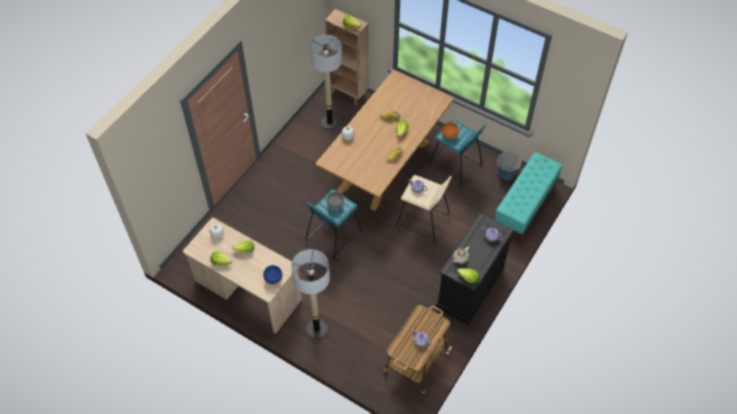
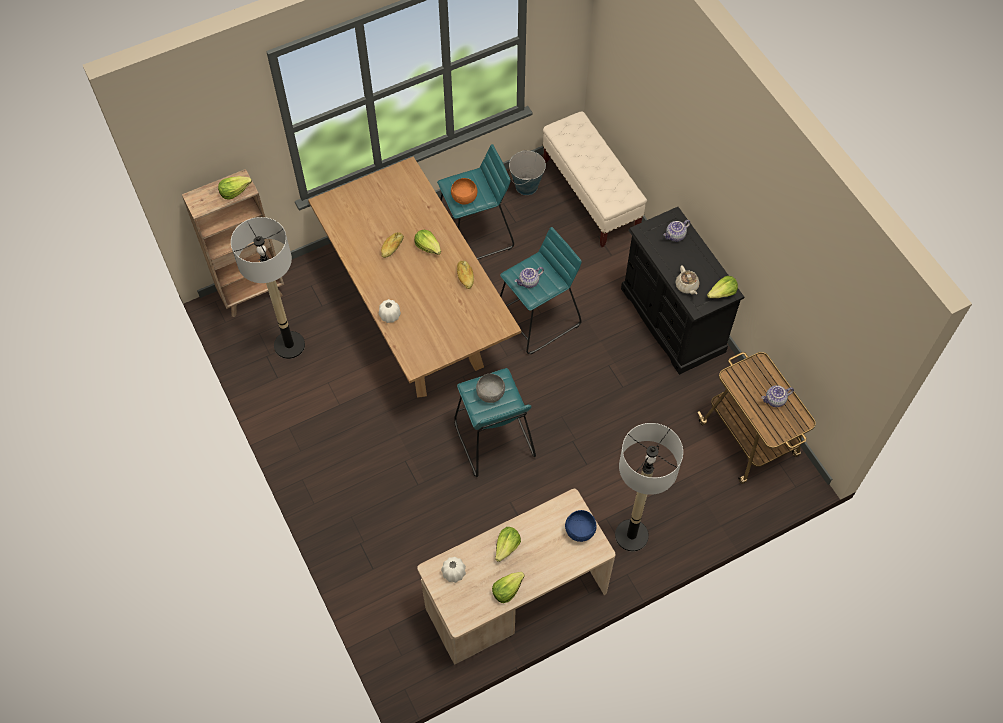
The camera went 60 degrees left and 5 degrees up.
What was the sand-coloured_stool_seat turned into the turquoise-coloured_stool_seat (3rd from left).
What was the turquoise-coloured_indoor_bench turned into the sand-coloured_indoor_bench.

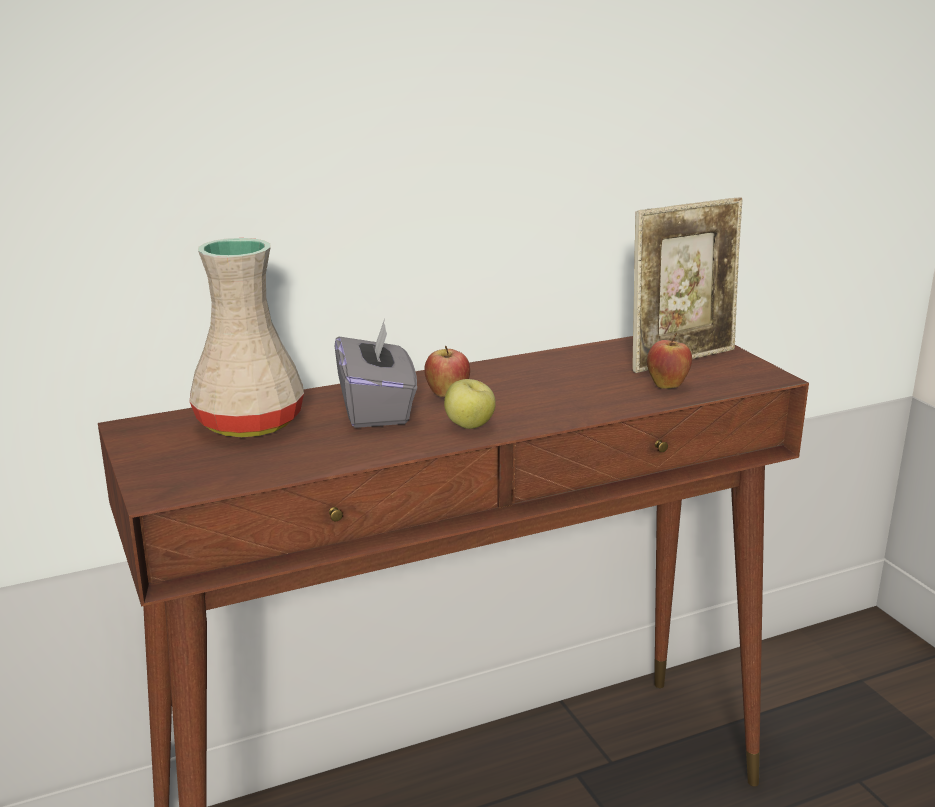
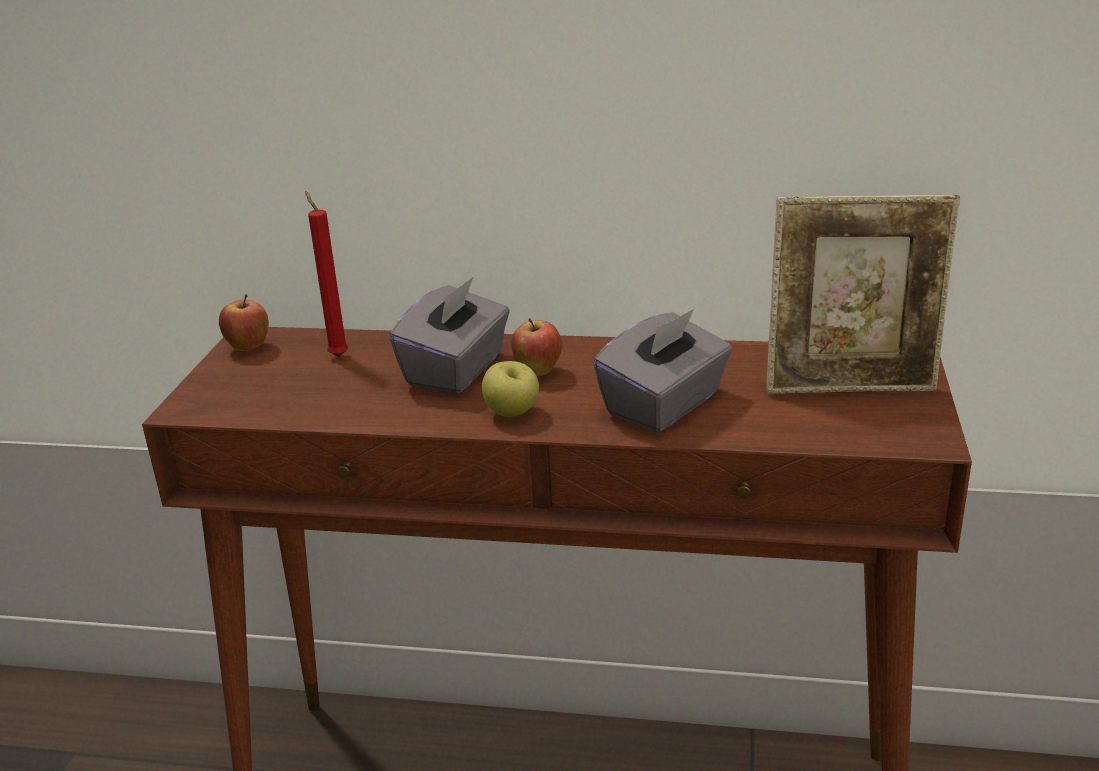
The camera went 35 degrees right and 5 degrees up.
The second view gained the grey_tissue_holder (2nd from left).
The apple_fruit (3rd from left in the first image) ended up elsewhere.
Where the sand-coloured_decorative_vase stood, the red-coloured_candle came to stand.

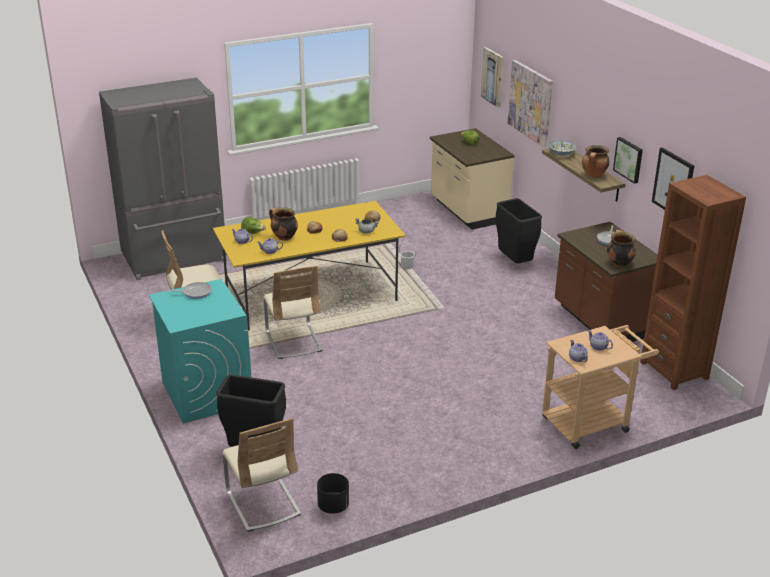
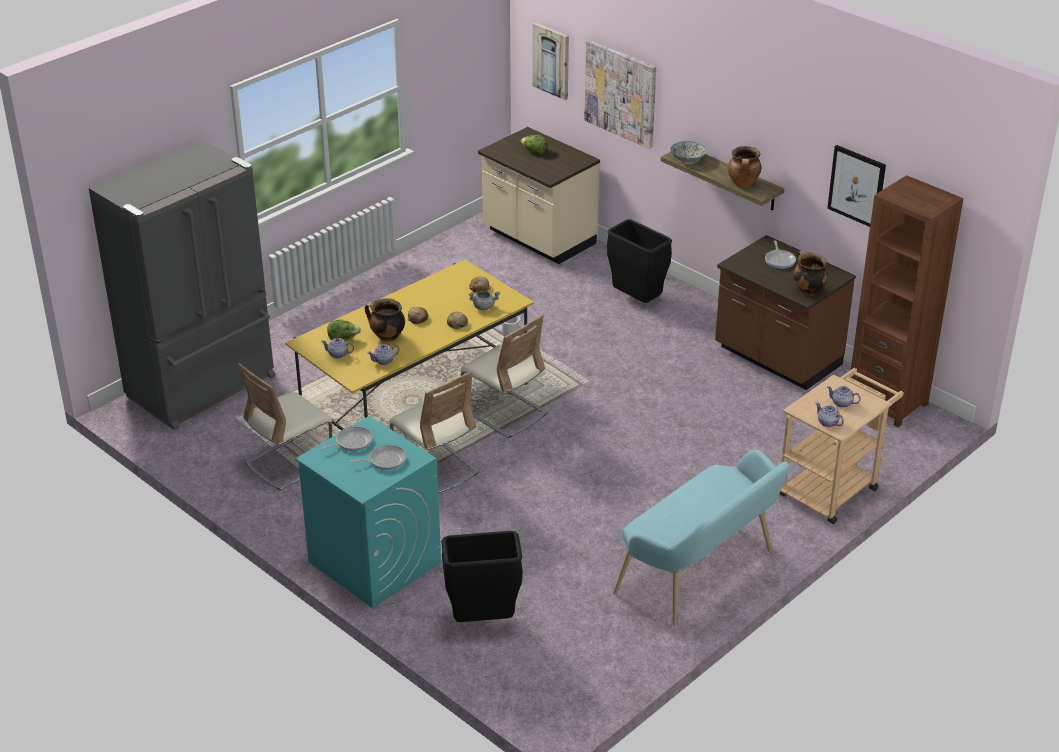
The camera went 20 degrees left and 5 degrees up.
The second view lost the black-coloured_flower_pot.
The second view lost the picture (3rd from left).
The second view gained the pan (2nd from left).
The second view gained the turquoise-coloured_indoor_bench.
The sand-coloured_upright_chair (2nd from left in the first image) ended up elsewhere.

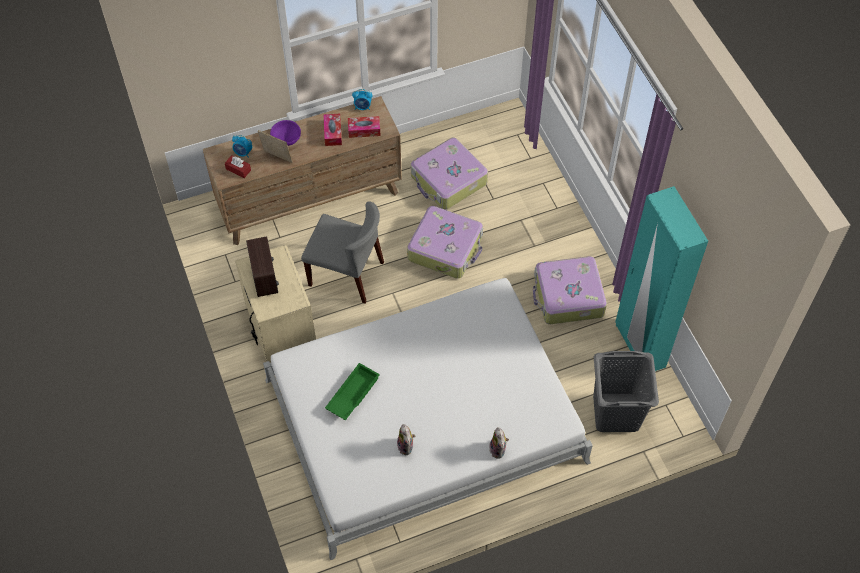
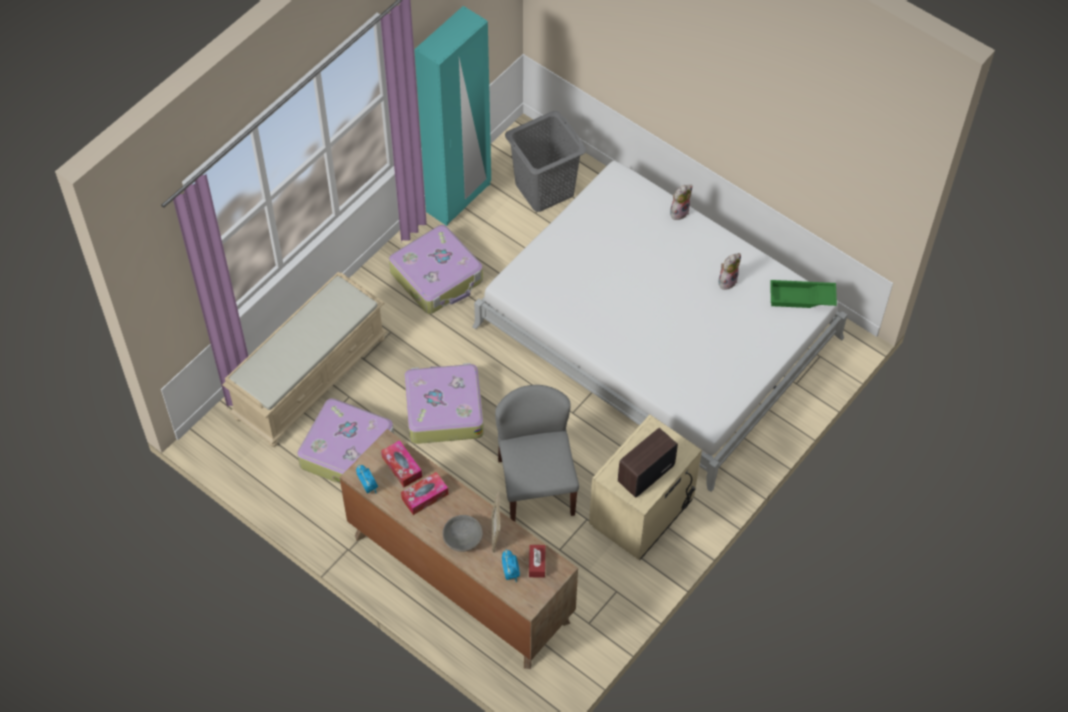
The camera went 120 degrees left and 0 degrees up.
The second view gained the sand-coloured_indoor_bench.
The green-coloured_tray ended up elsewhere.
What was the purplish_deep_dish turned into the grey_deep_dish.

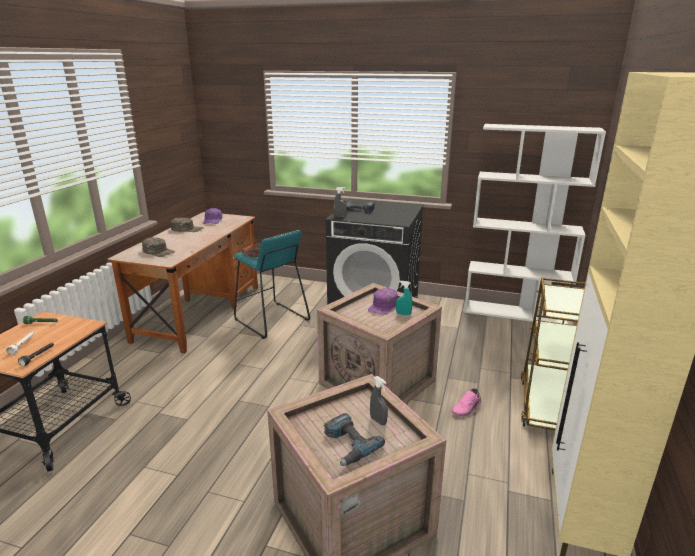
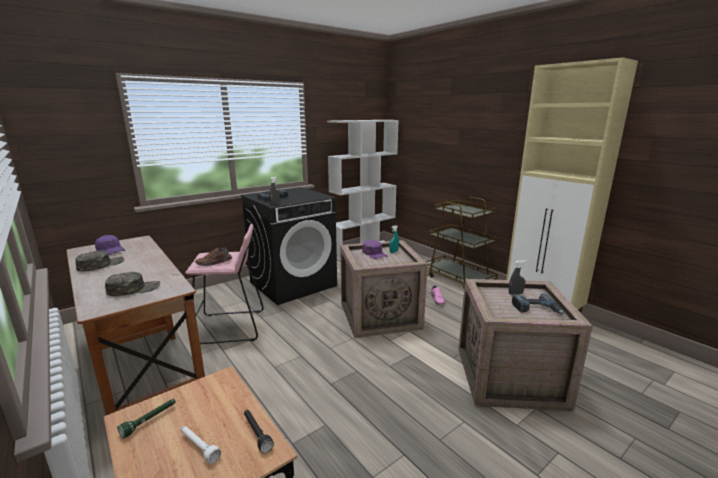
The camera went 55 degrees left and 5 degrees down.
What was the turquoise-coloured_stool_seat turned into the pink_stool_seat.

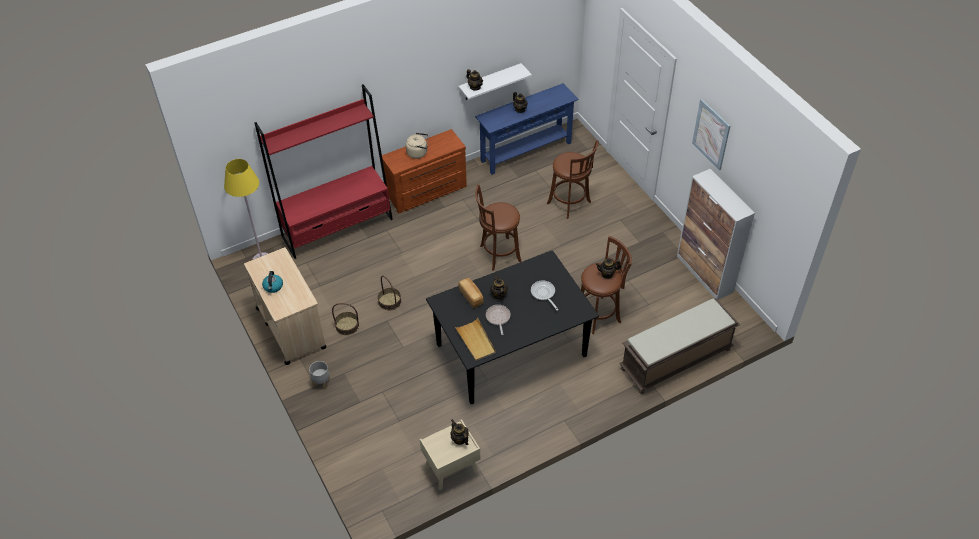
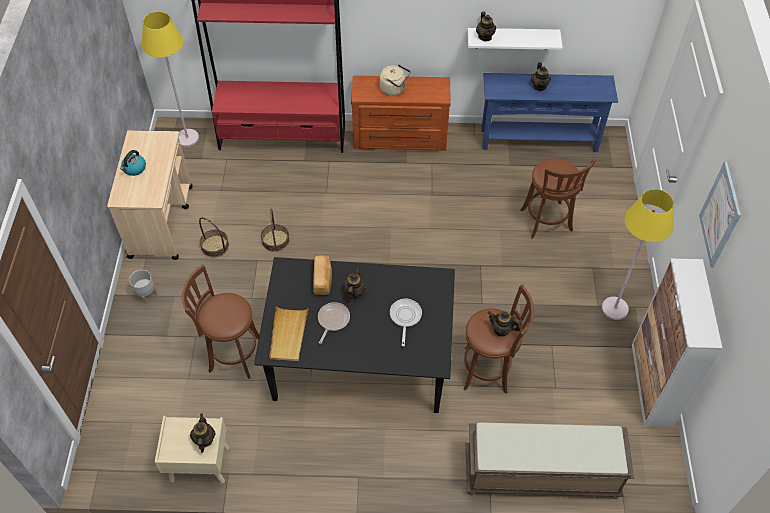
The camera went 30 degrees right and 5 degrees up.
The second view gained the yellow_floor_lamp (2nd from left).
The brown-coloured_stool_seat (1st from left) ended up elsewhere.

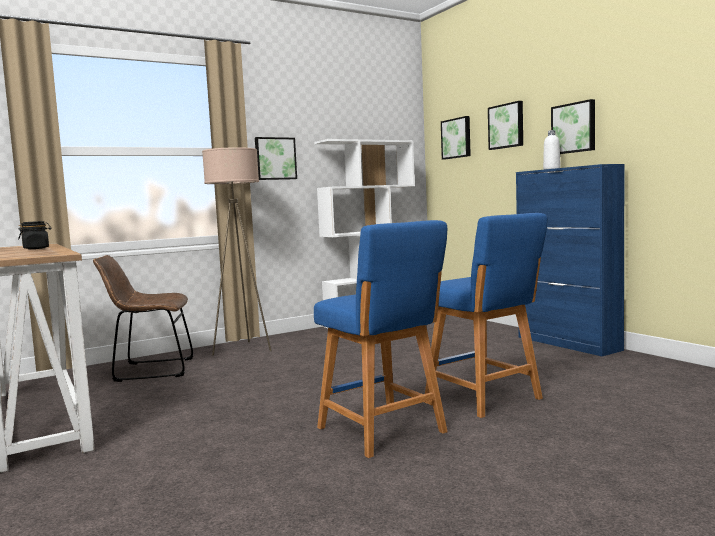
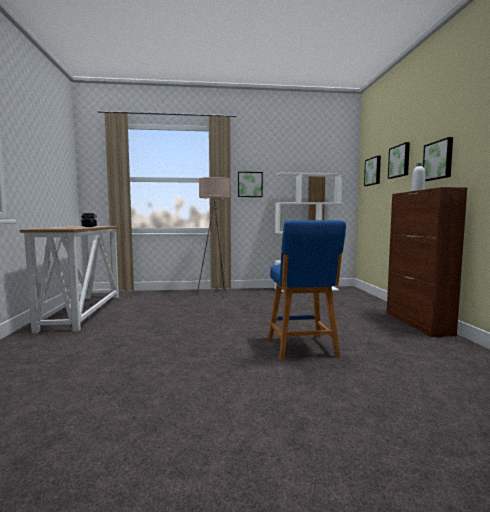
The camera went 25 degrees right and 0 degrees up.
The second view lost the brown-coloured_upright_chair.
The second view lost the blue-coloured_stool_seat (1st from left).
What was the blue-coloured_storage_cabinet turned into the brown-coloured_storage_cabinet.

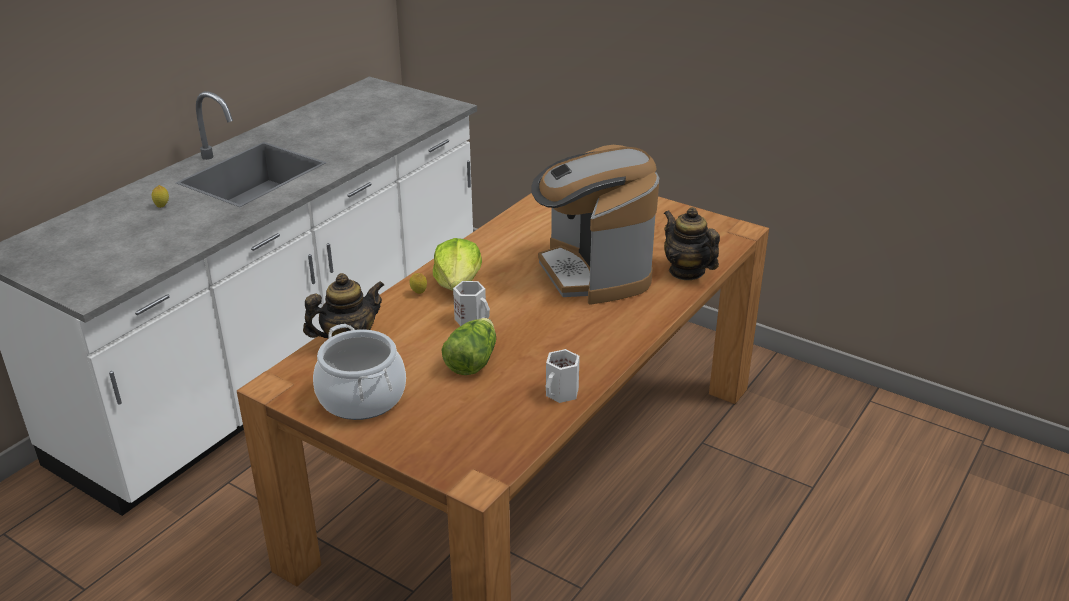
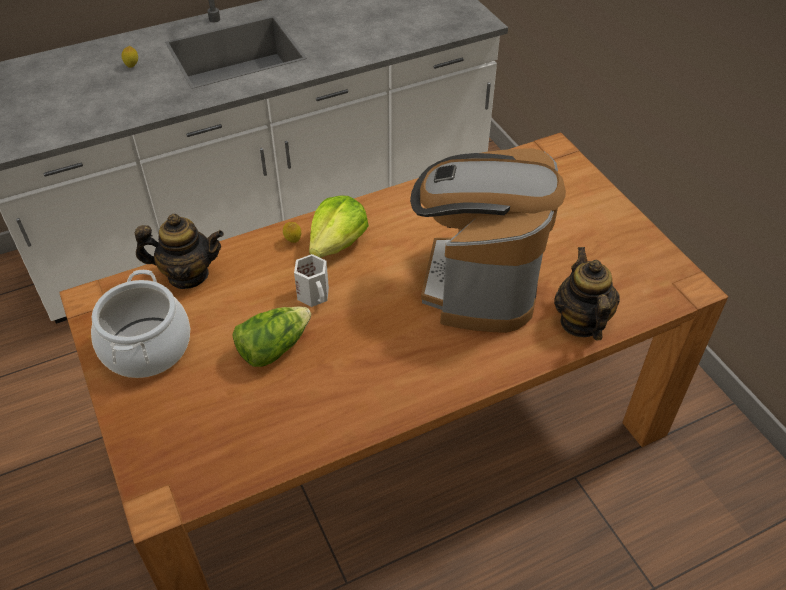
The camera went 30 degrees right and 15 degrees up.
The second view lost the whitish_coffee_mug (2nd from left).

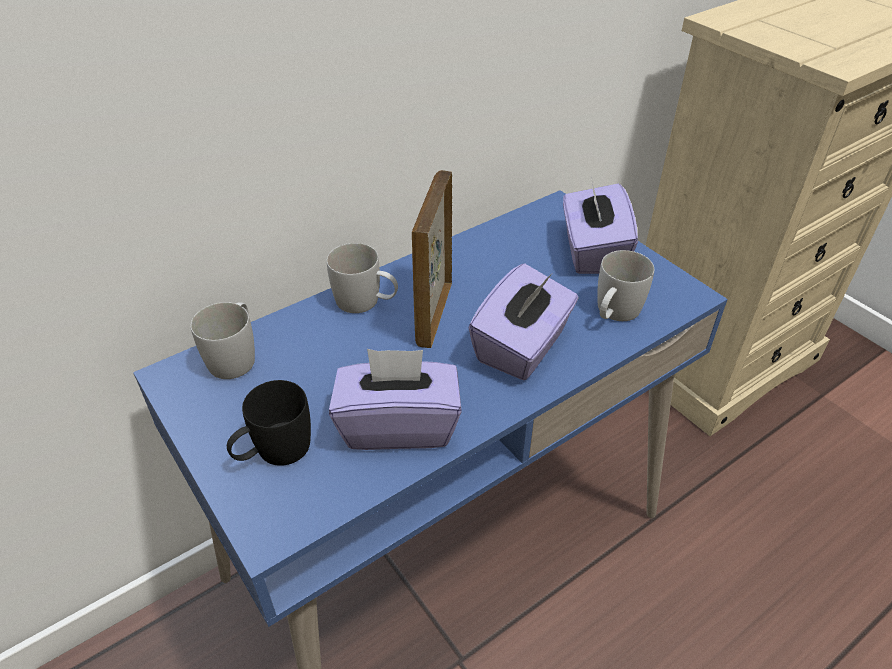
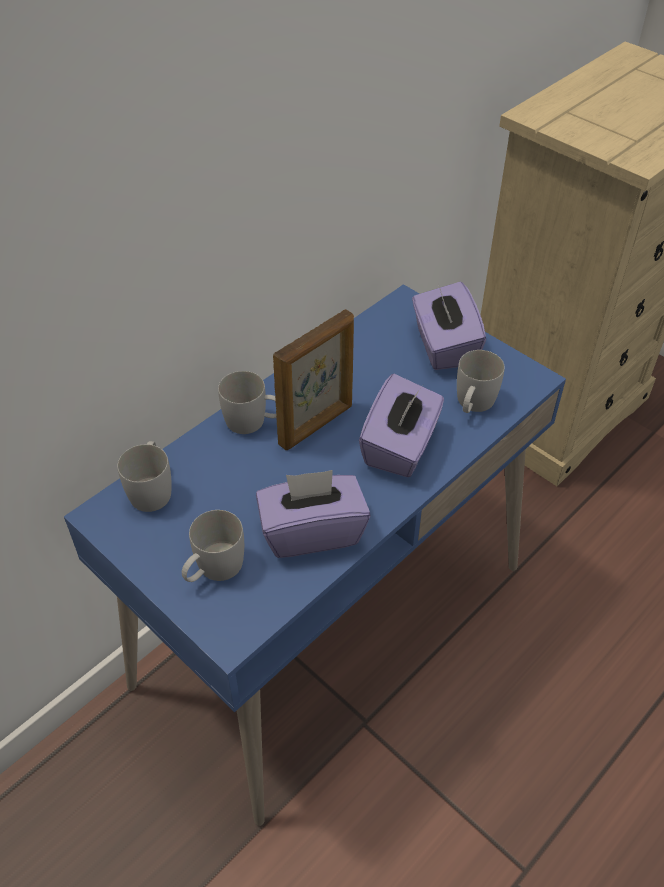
The camera went 10 degrees left and 5 degrees up.
What was the black-coloured_coffee_mug turned into the whitish_coffee_mug (2nd from left).
The standing_frame ended up facing another way, 135 degrees counterclockwise from before.

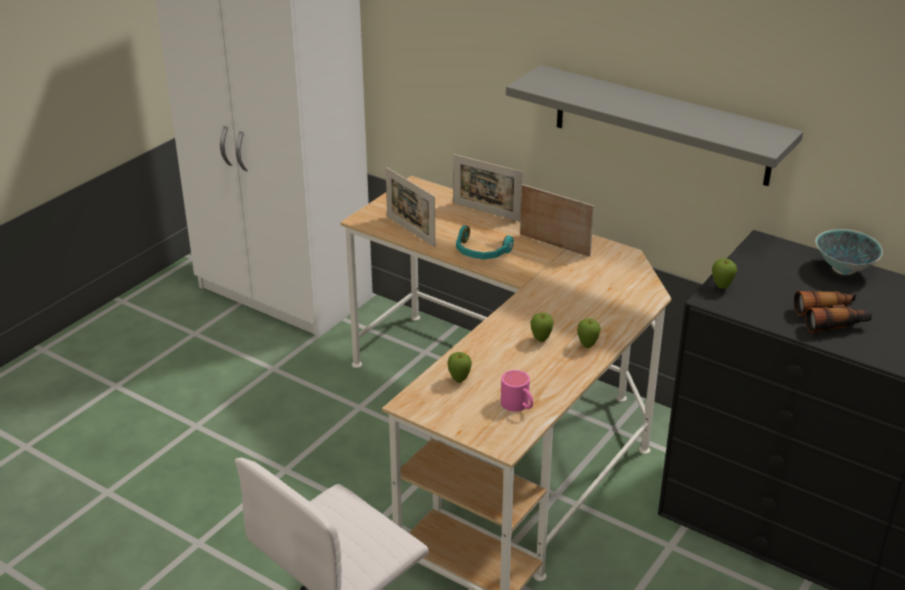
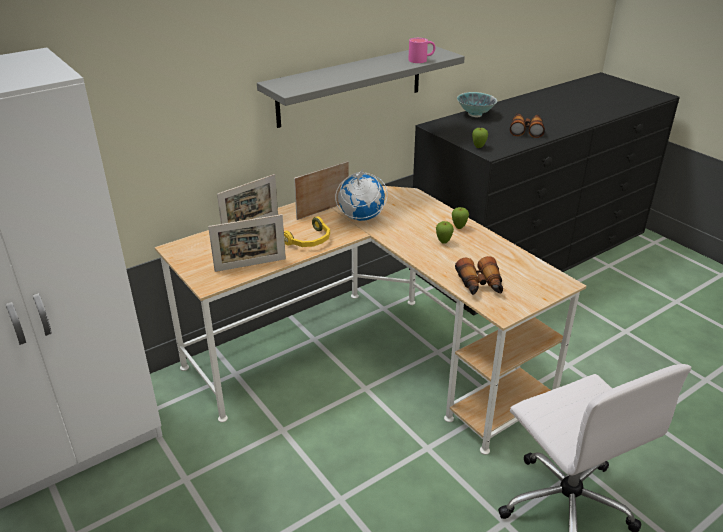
The camera went 70 degrees left and 0 degrees up.
The second view gained the world_globe.
The pink_coffee_mug ended up elsewhere.
Where the apple_fruit (1st from left) stood, the field_glasses (1st from left) came to stand.
What was the turquoise-coloured_headset turned into the yellow_headset.

